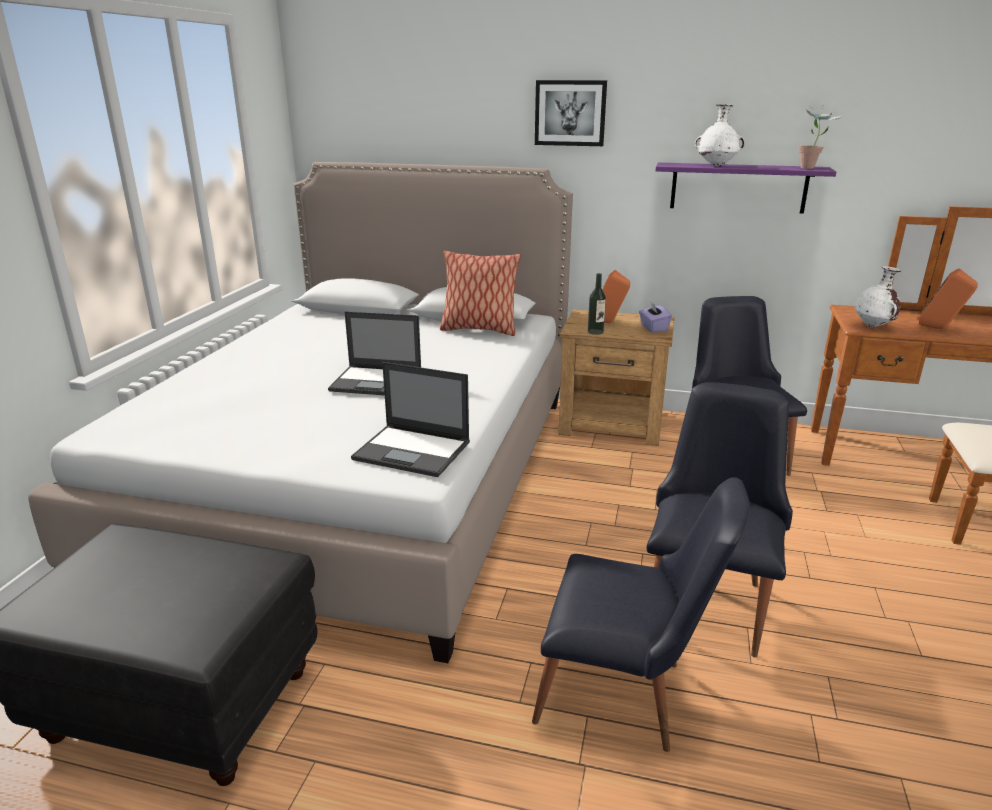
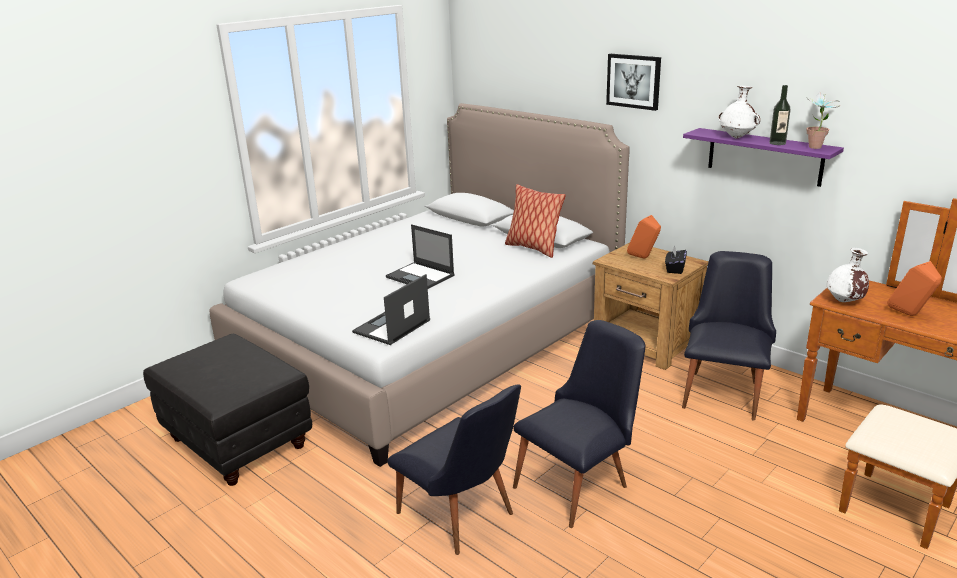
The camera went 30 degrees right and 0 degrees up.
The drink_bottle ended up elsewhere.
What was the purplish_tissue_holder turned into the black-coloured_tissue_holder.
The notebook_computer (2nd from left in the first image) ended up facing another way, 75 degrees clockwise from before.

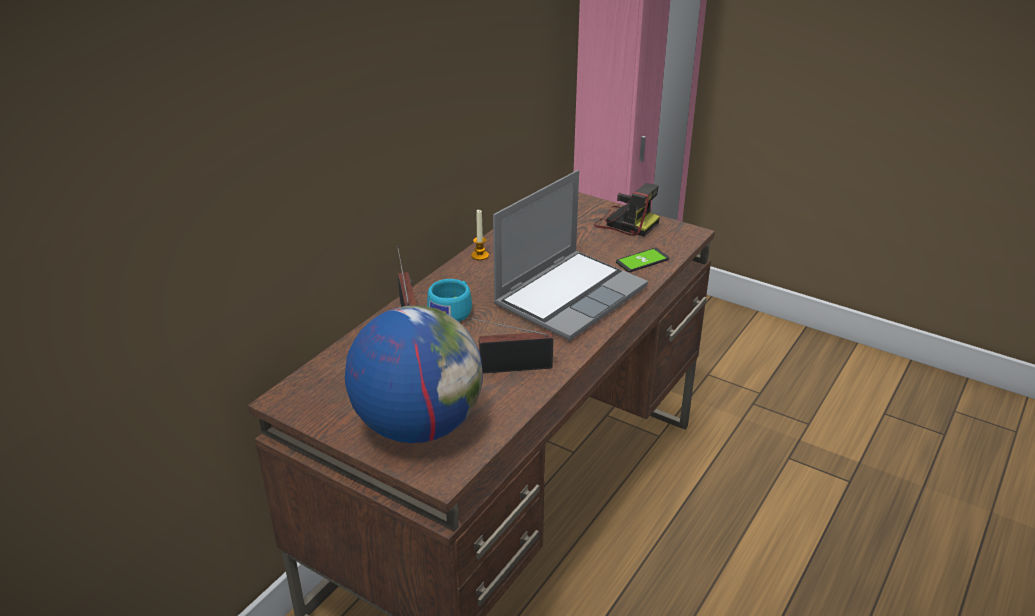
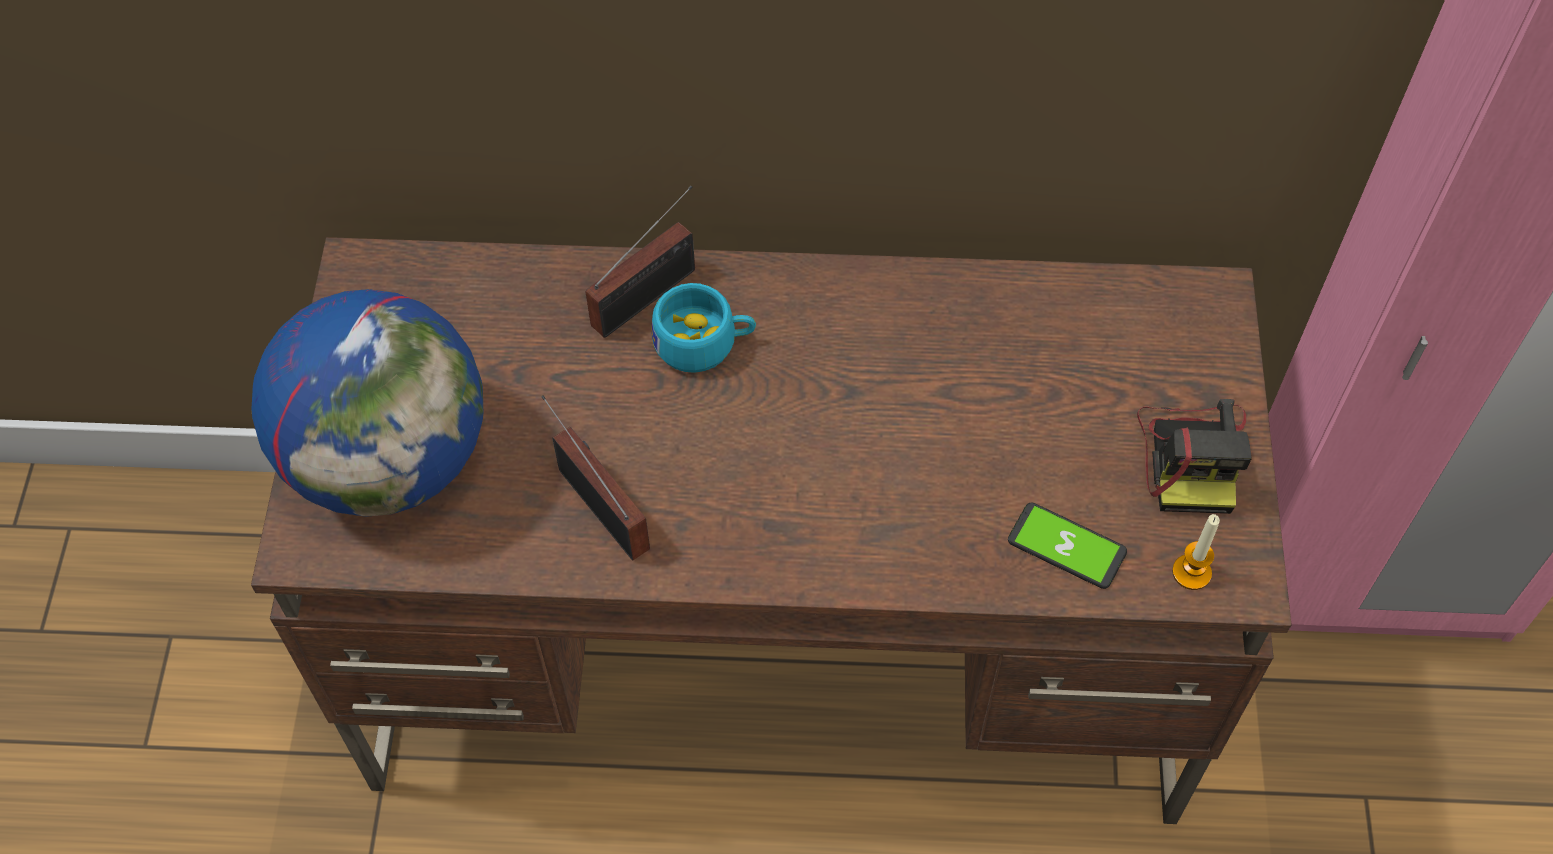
The camera went 60 degrees right and 25 degrees up.
The second view lost the notebook_computer.
The candle ended up elsewhere.

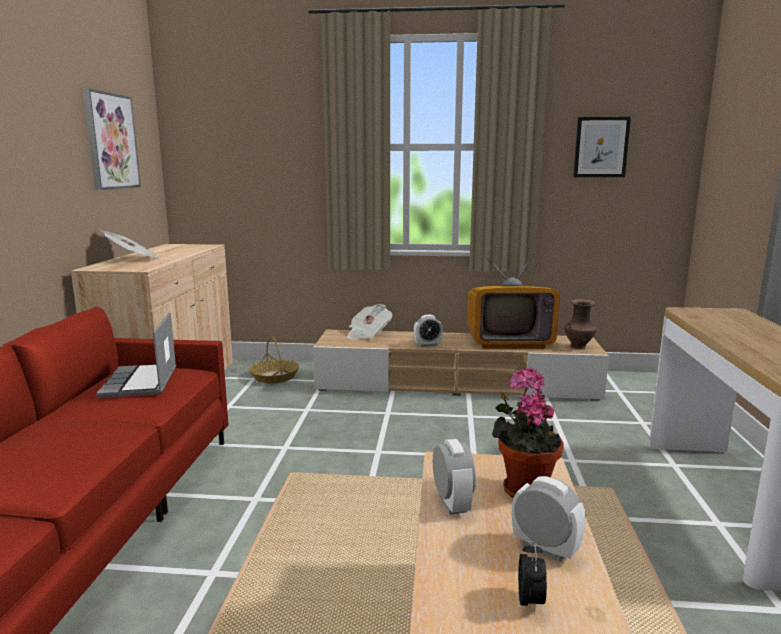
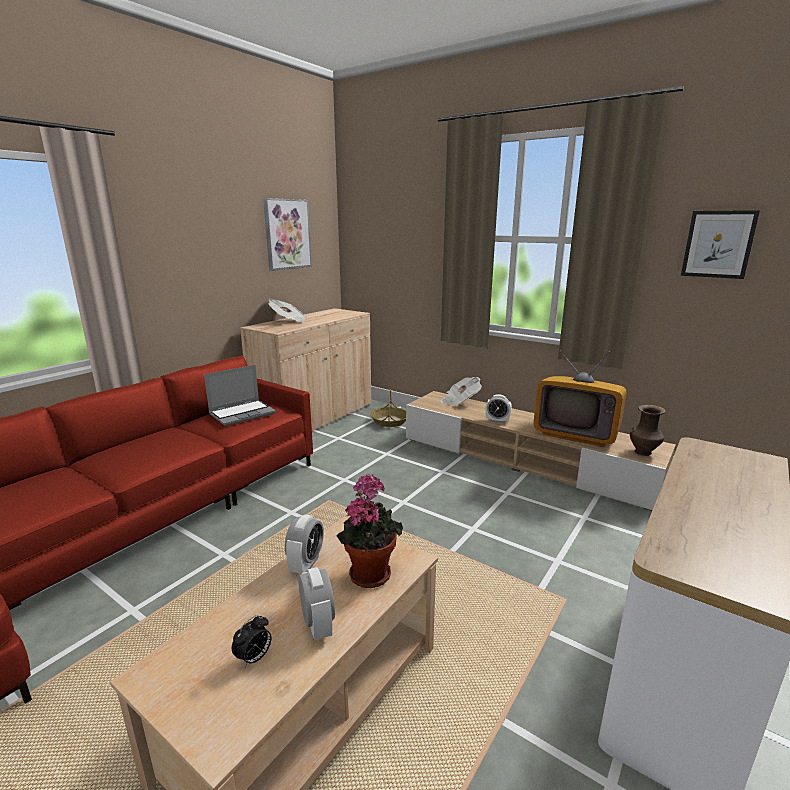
The camera went 30 degrees right and 5 degrees up.
The notebook_computer ended up facing another way, 150 degrees counterclockwise from before.

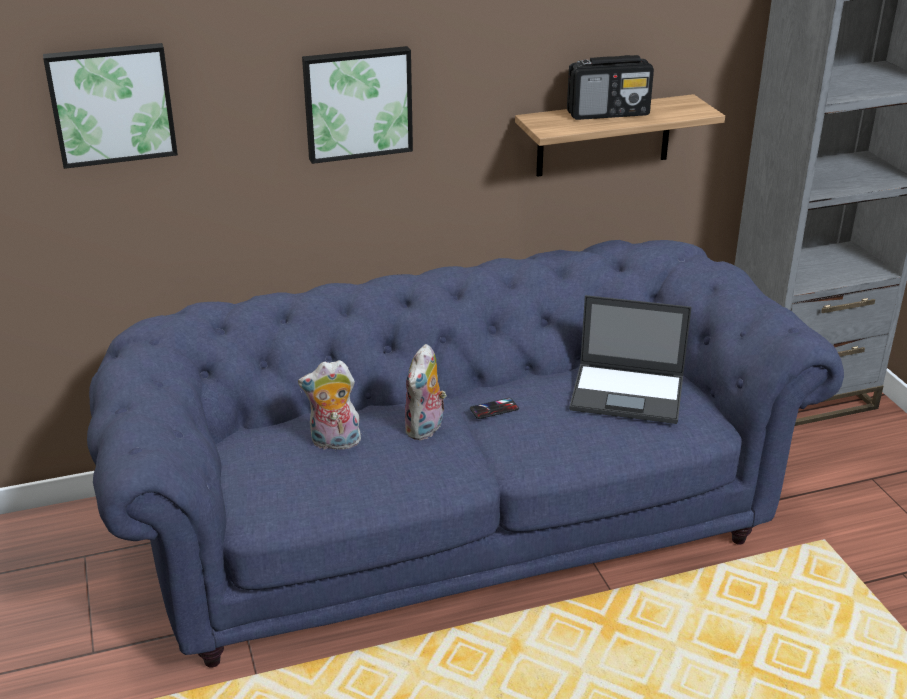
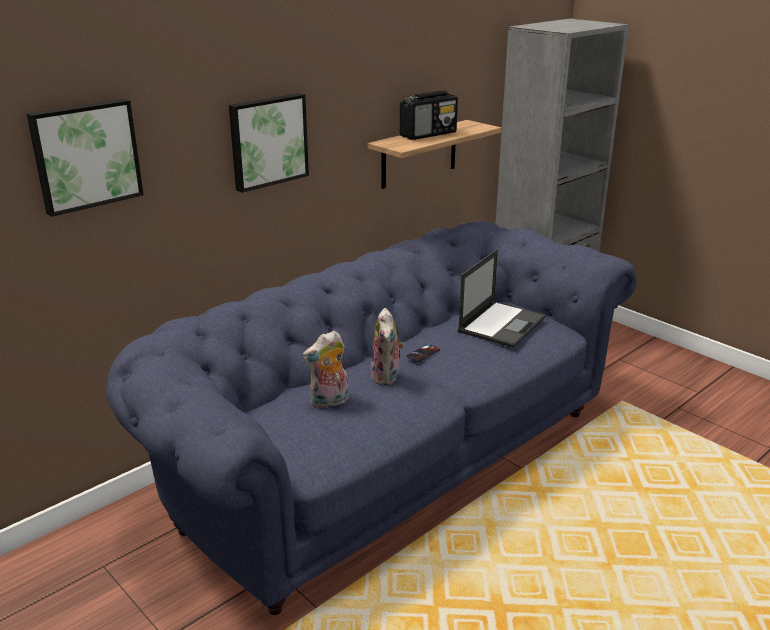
The camera went 25 degrees left and 5 degrees down.
The notebook_computer ended up facing another way, 45 degrees counterclockwise from before.

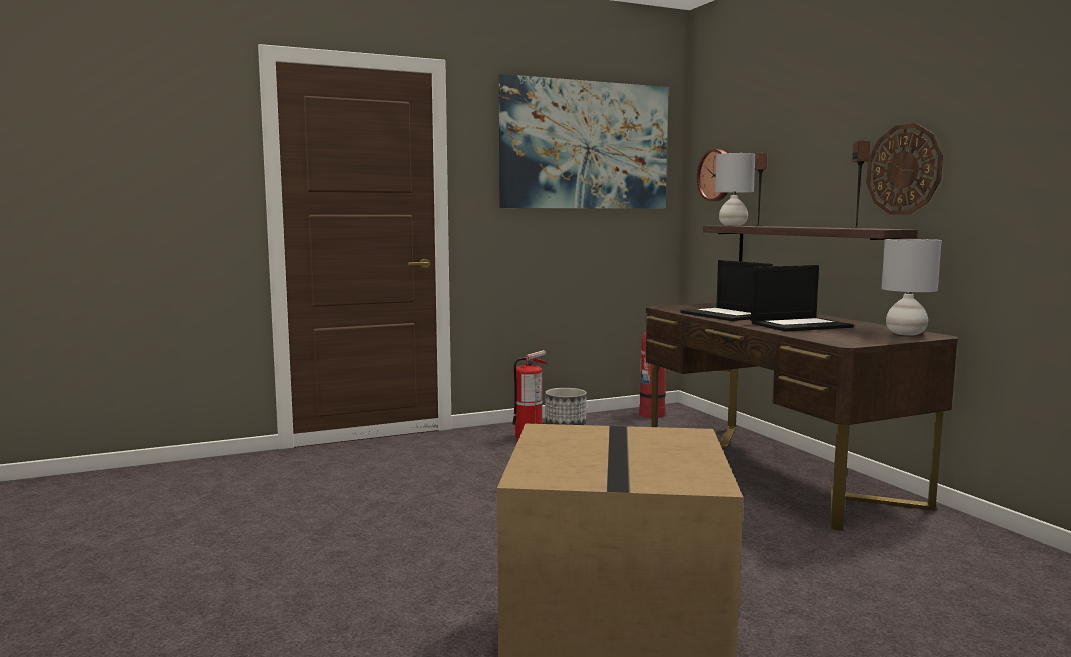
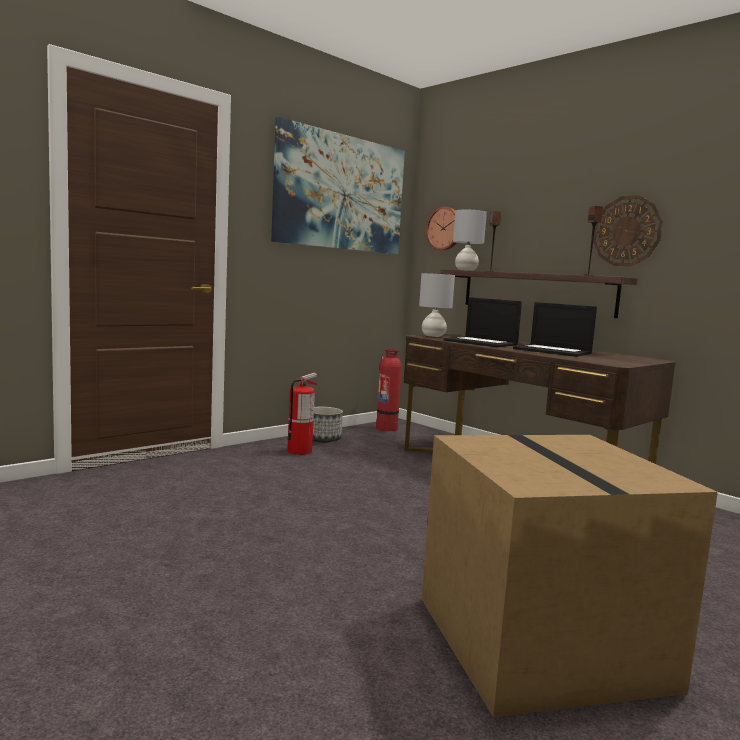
The camera went 20 degrees left and 0 degrees up.
The grey_table_lamp (2nd from left in the first image) ended up elsewhere.
The notebook_computer (2nd from left) ended up facing another way, 75 degrees clockwise from before.

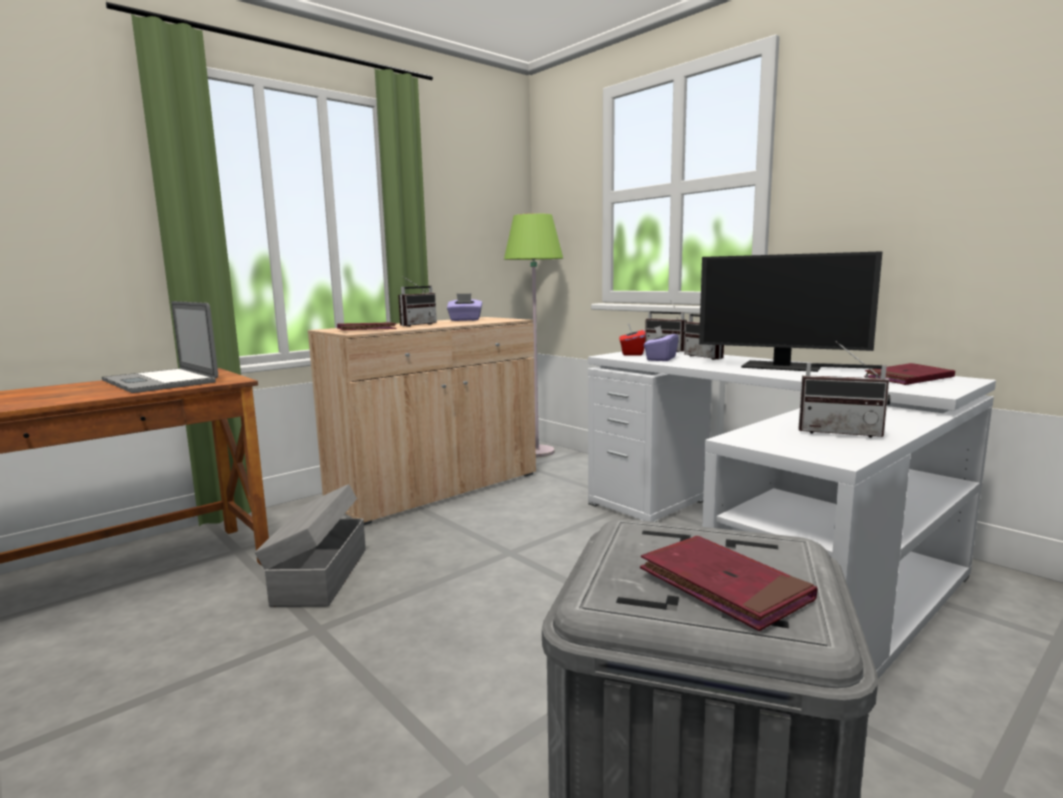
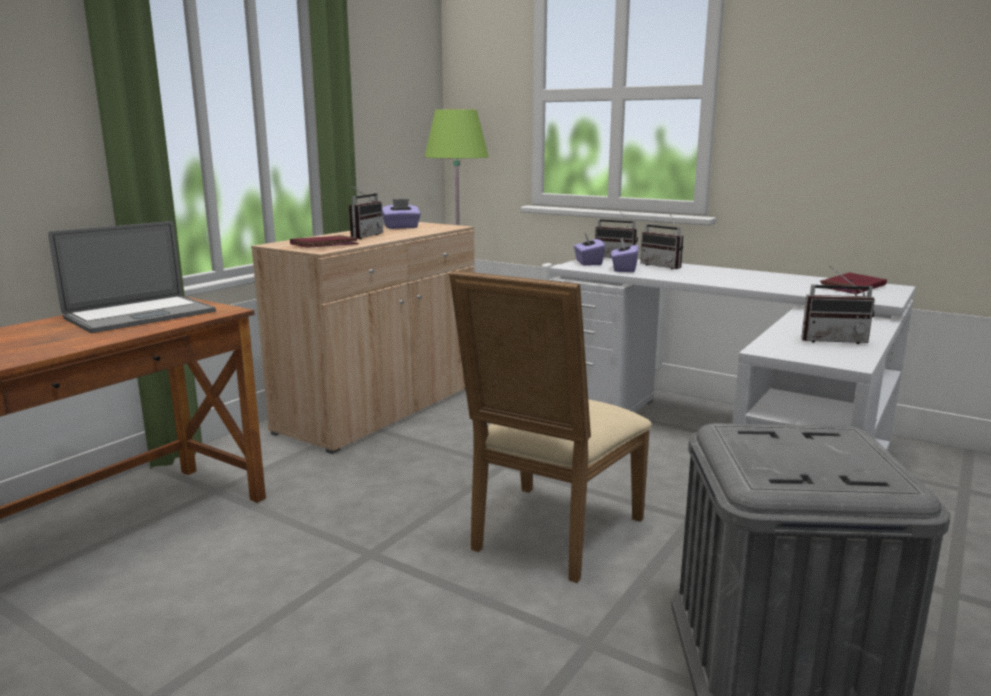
The camera went 15 degrees left and 5 degrees up.
The second view lost the grey_storage_box (1st from left).
The second view lost the red-coloured_bound_book (2nd from left).
The second view lost the monitor.
The second view gained the sand-coloured_upright_chair.
What was the red-coloured_tissue_holder turned into the purplish_tissue_holder (2nd from left).
The notebook_computer ended up facing another way, 75 degrees counterclockwise from before.

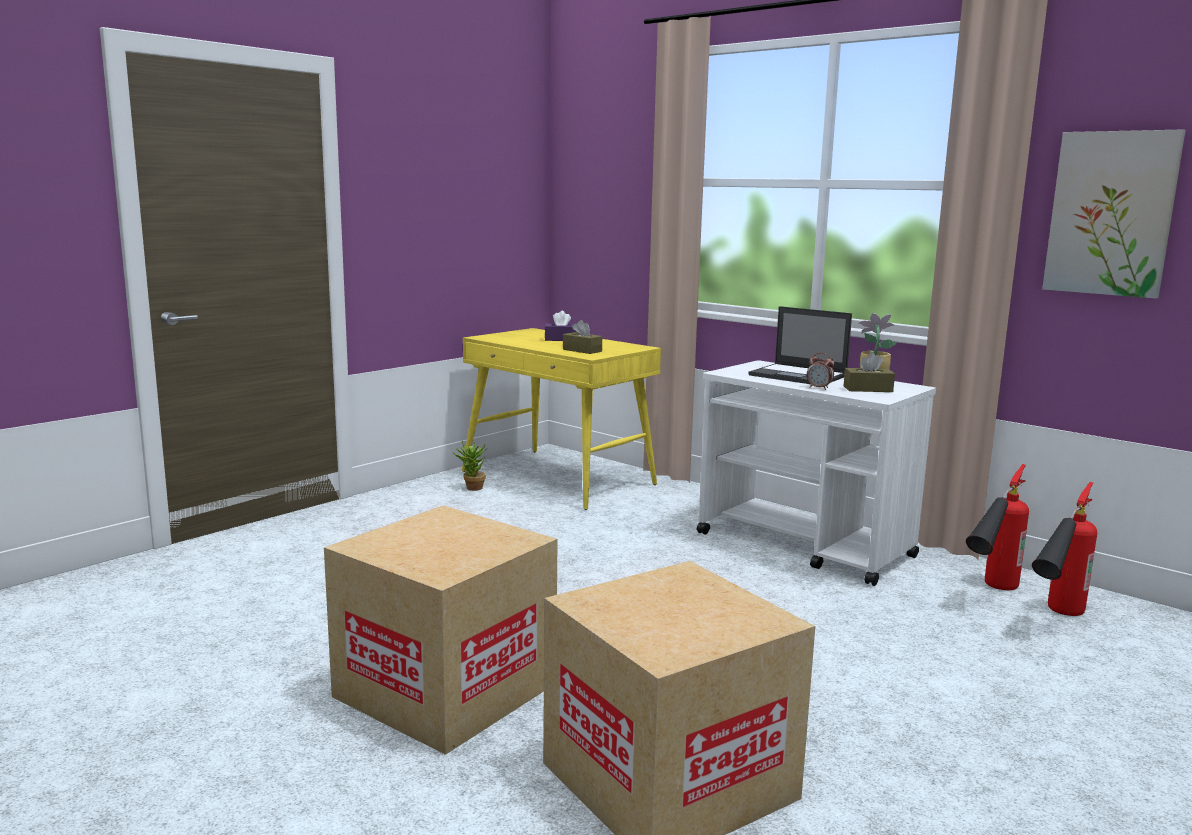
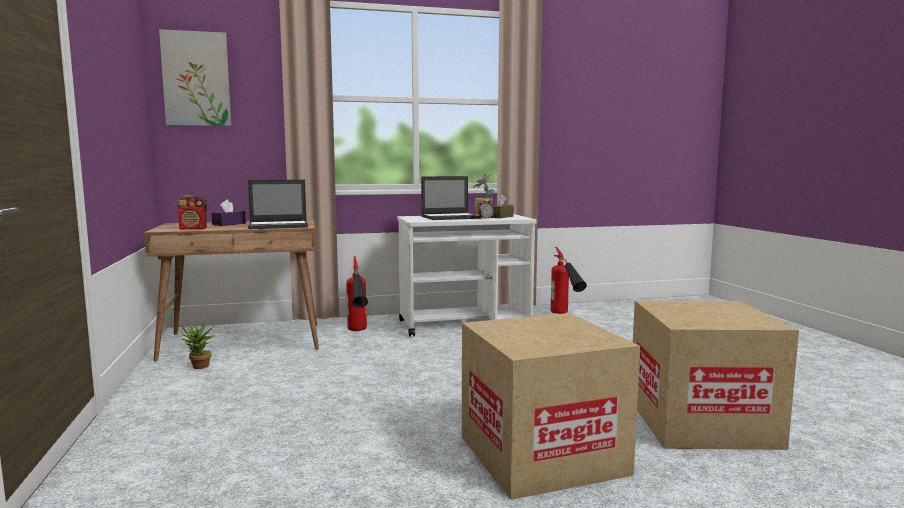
The camera went 55 degrees left and 5 degrees down.
The second view gained the radio.
The fire-fighting_cylinder (2nd from left in the first image) ended up elsewhere.
The picture ended up elsewhere.
Where the brown-coloured_tissue_holder (1st from left) stood, the notebook_computer (1st from left) came to stand.
What was the yellow_desk_table turned into the brown-coloured_desk_table.

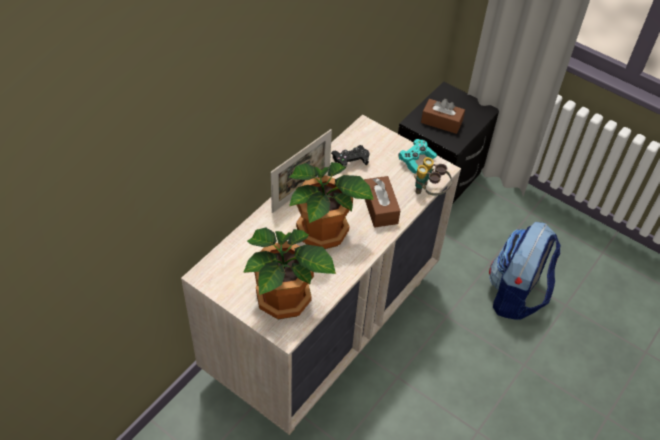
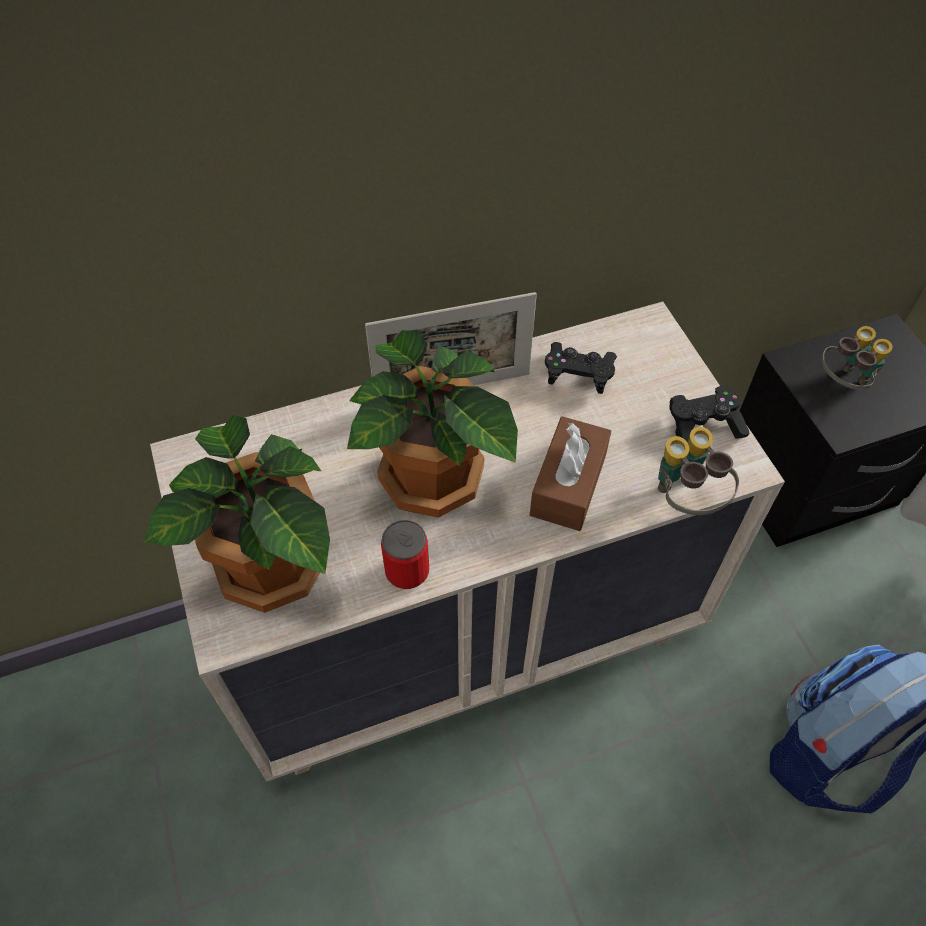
The camera went 35 degrees right and 5 degrees up.
The second view gained the metal_can.
Where the brown-coloured_tissue_holder (2nd from left) stood, the field_glasses (2nd from left) came to stand.
What was the turquoise-coloured_game_controller turned into the black-coloured_game_controller (2nd from left).

